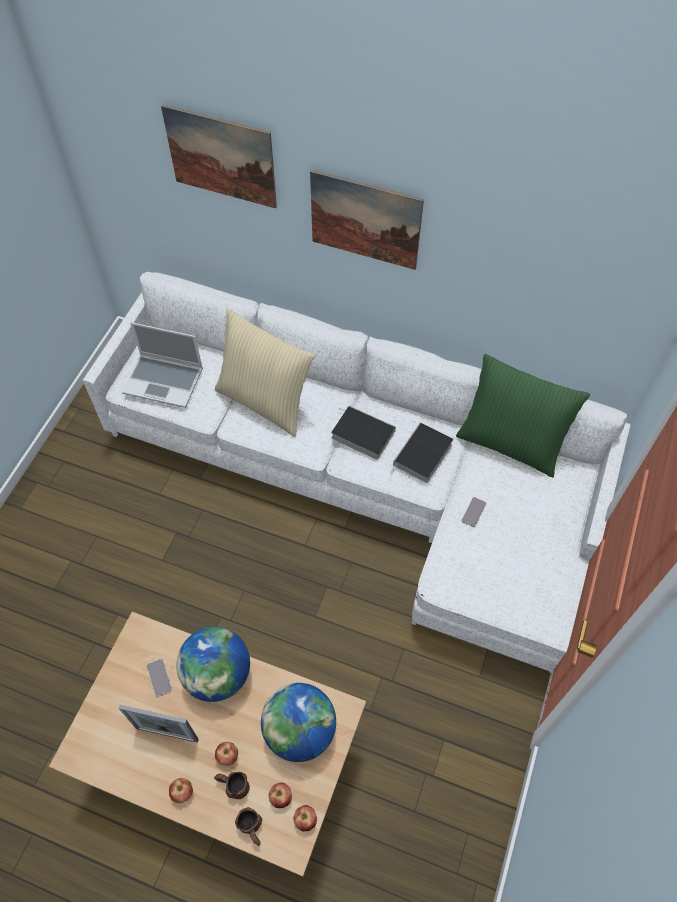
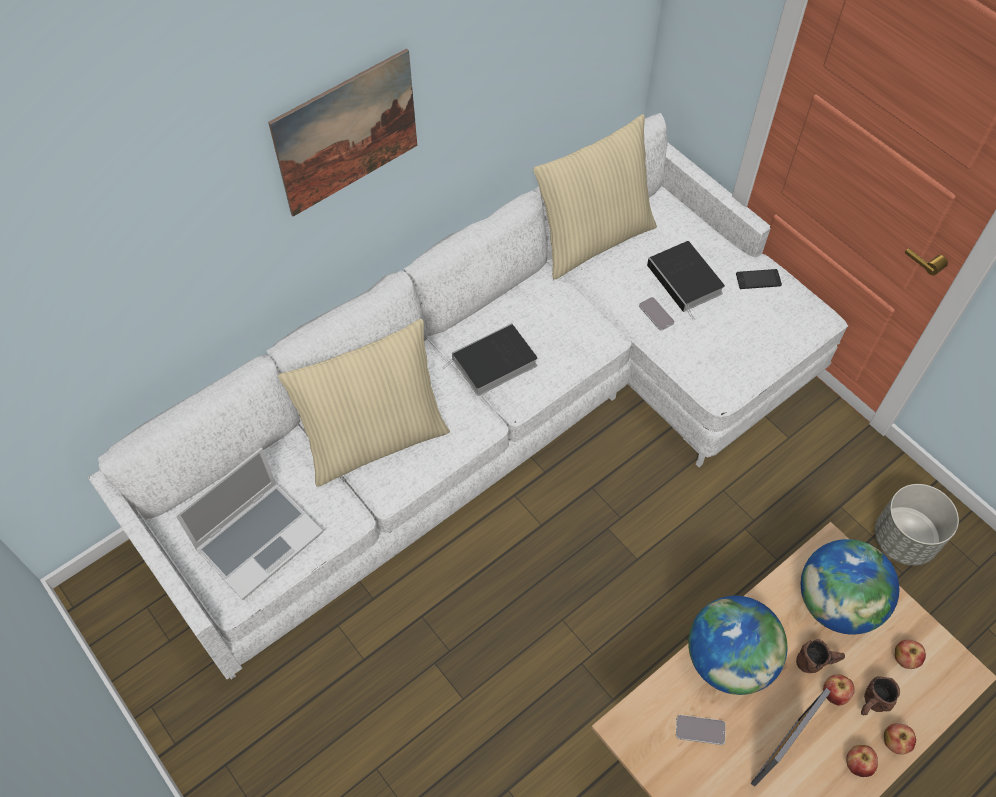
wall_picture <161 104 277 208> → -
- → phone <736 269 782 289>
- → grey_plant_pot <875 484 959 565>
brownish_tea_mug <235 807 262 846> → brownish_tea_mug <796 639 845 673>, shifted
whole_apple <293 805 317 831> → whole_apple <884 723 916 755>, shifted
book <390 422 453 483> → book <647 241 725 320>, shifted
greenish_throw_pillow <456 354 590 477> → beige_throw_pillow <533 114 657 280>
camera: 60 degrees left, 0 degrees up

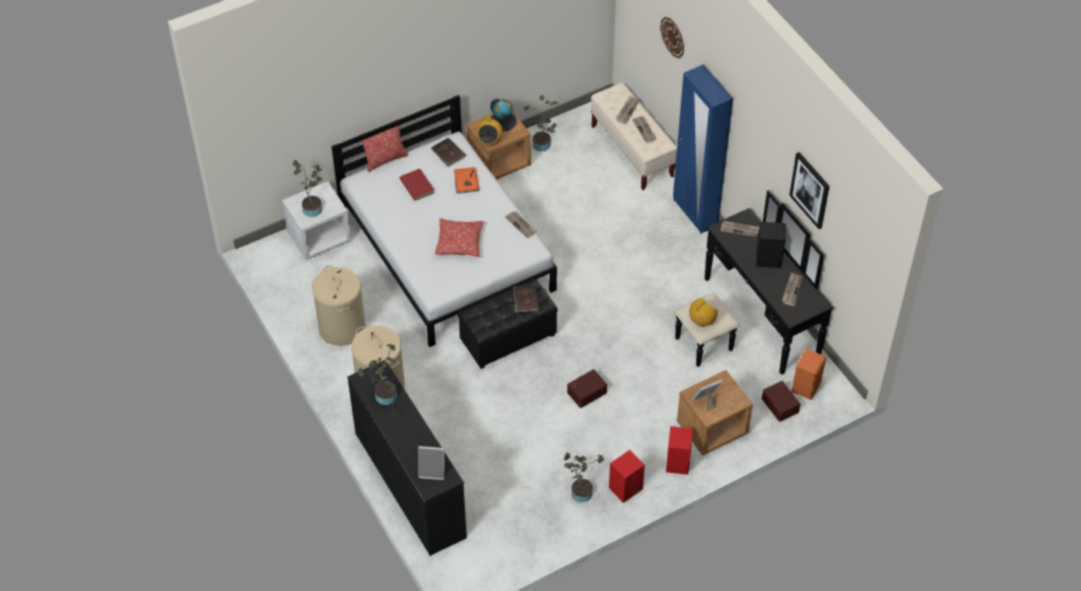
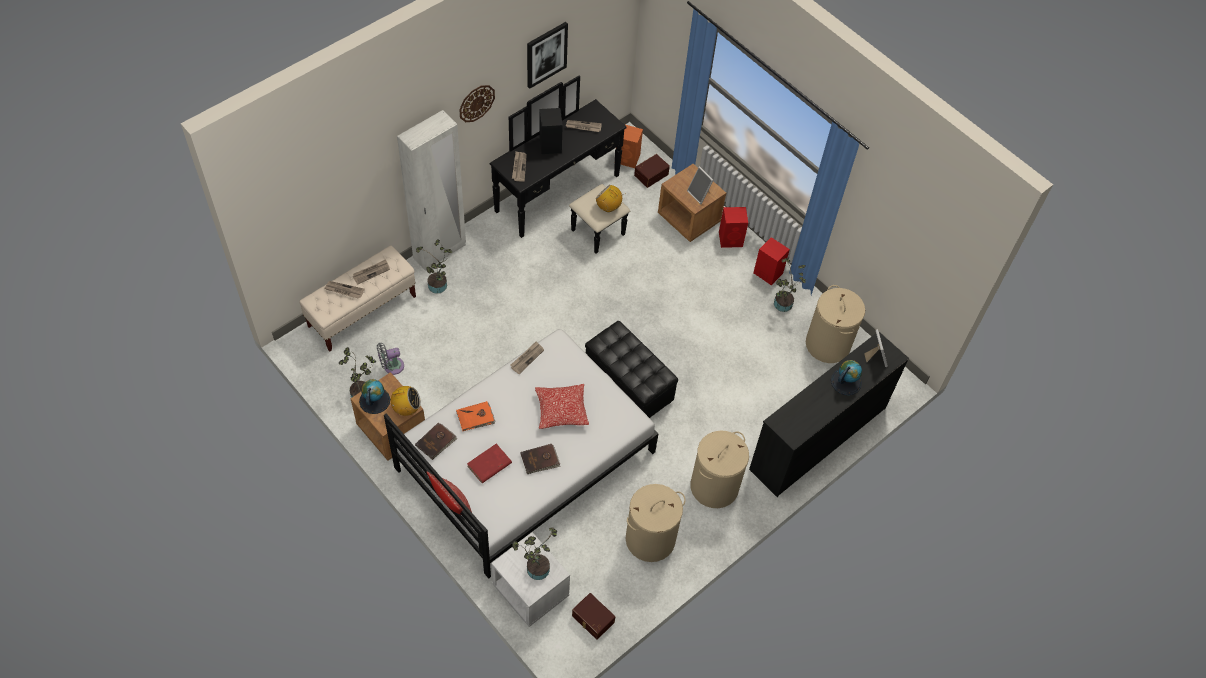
- → grey_fan <377 343 404 375>
- → beige_washing_basket <806 285 865 363>
- → world_globe <831 360 862 395>
potted_plant <358 344 397 405> → potted_plant <416 239 452 294>, shifted
brownish_book <513 284 540 313> → brownish_book <520 444 560 474>, shifted
brownish_storage_box <567 369 607 408> → brownish_storage_box <572 593 615 640>, shifted
hanging_clock <660 17 684 58> → hanging_clock <459 85 495 122>, shifted
blue_armoire <673 65 733 233> → white-coloured_armoire <397 110 466 271>
camera: 105 degrees left, 5 degrees up

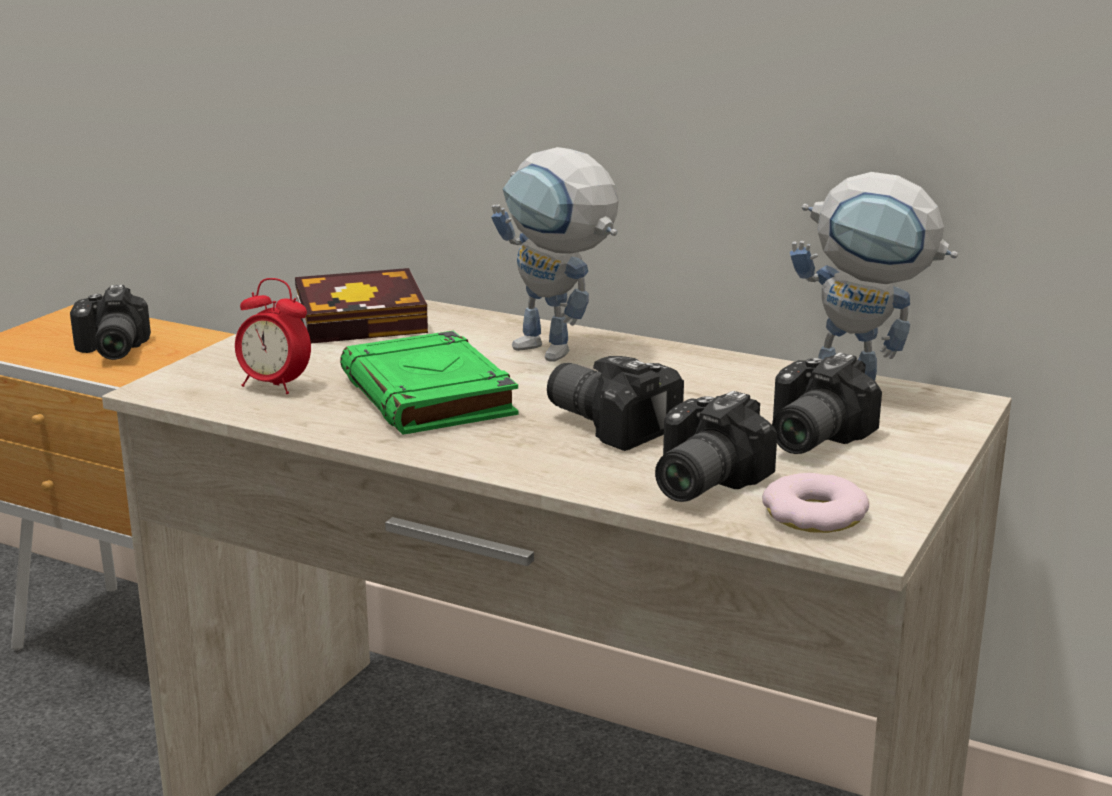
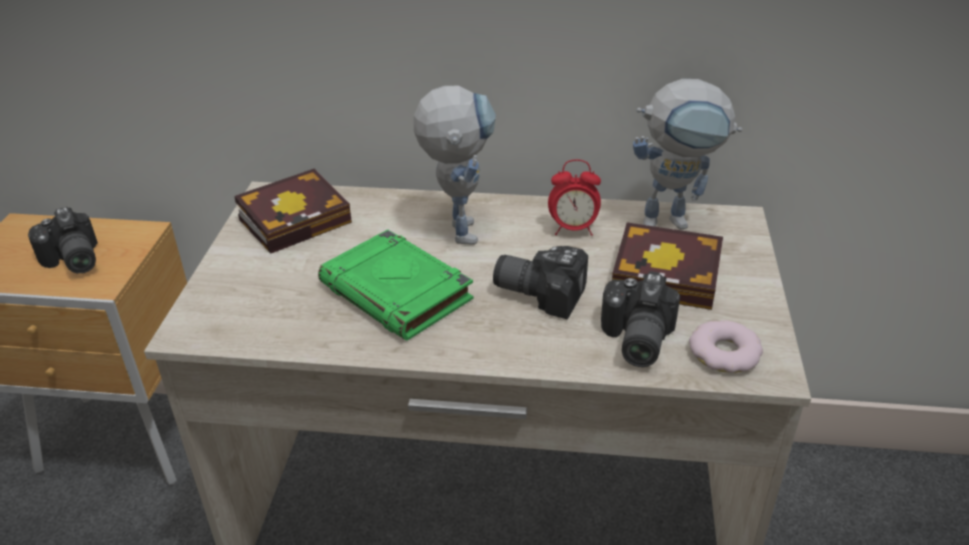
table_clock <235 278 311 394> → table_clock <548 159 601 236>, shifted
photo_camera <772 352 882 454> → book <612 223 723 310>
model_robot <491 147 619 362> → model_robot <414 86 496 244>, 120 degrees counterclockwise
camera: 20 degrees left, 15 degrees up

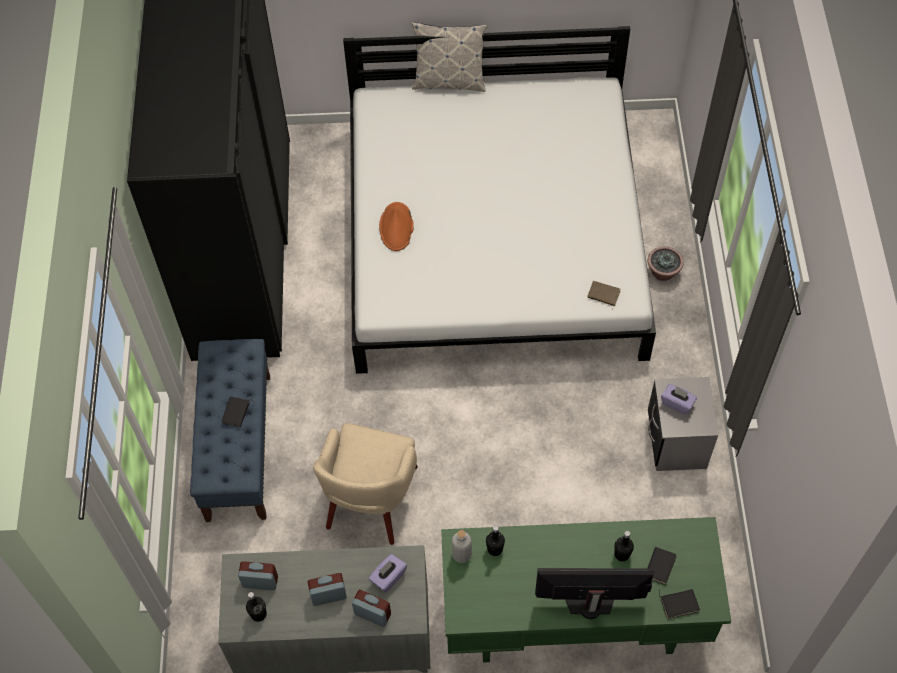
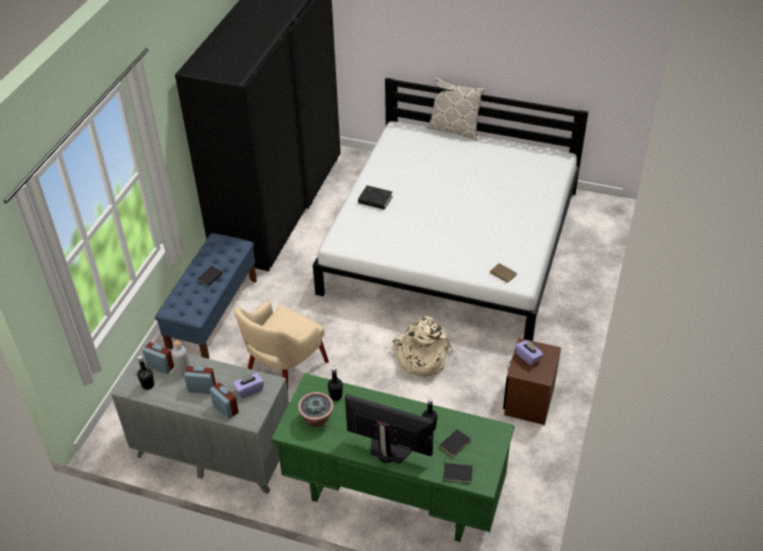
- → beige_backpack <393 316 453 376>
grey_beverage_bottle <452 530 472 563> → grey_beverage_bottle <171 340 190 376>, shifted
potted_plant <647 246 684 281> → potted_plant <298 392 334 427>, shifted
orange-coloured_hat <379 202 414 251> → black_book <358 185 393 210>
grey_nightstand <648 377 718 471> → brownish_nightstand <503 338 561 425>
camera: 20 degrees right, 15 degrees down

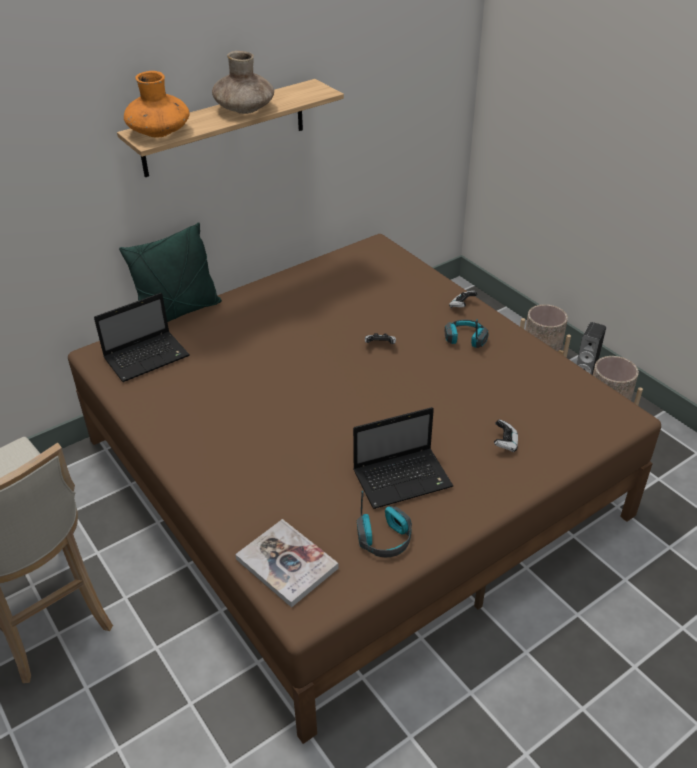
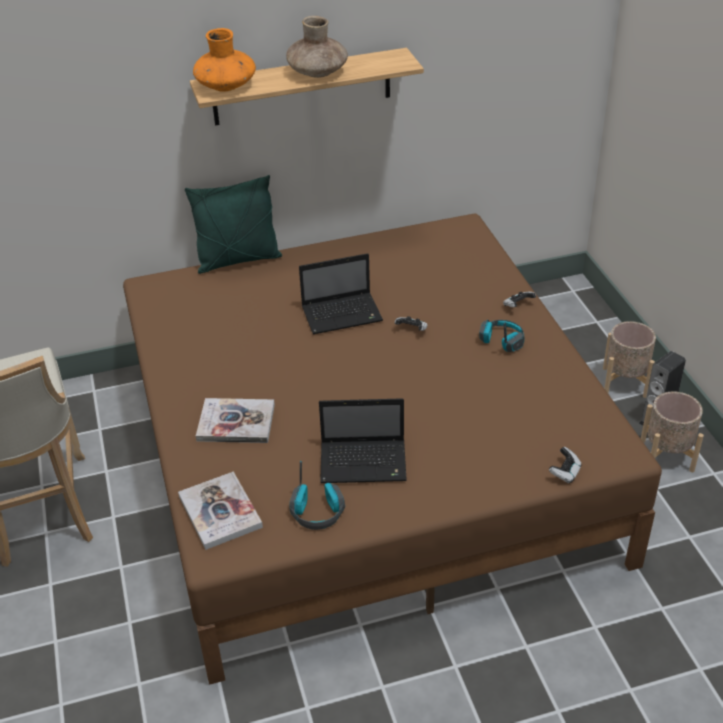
- → book <196 398 275 443>
laptop <94 293 190 382> → laptop <299 253 383 334>, shifted
joypad <494 419 518 452> → joypad <549 447 582 484>, shifted
camera: 20 degrees right, 0 degrees up

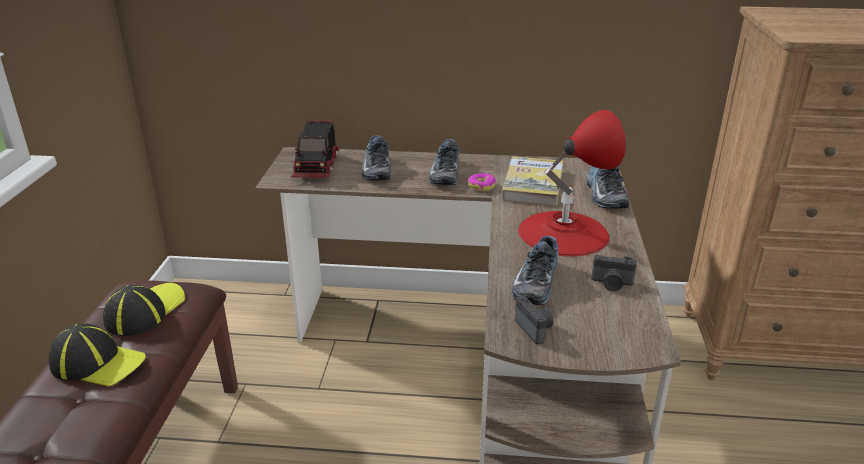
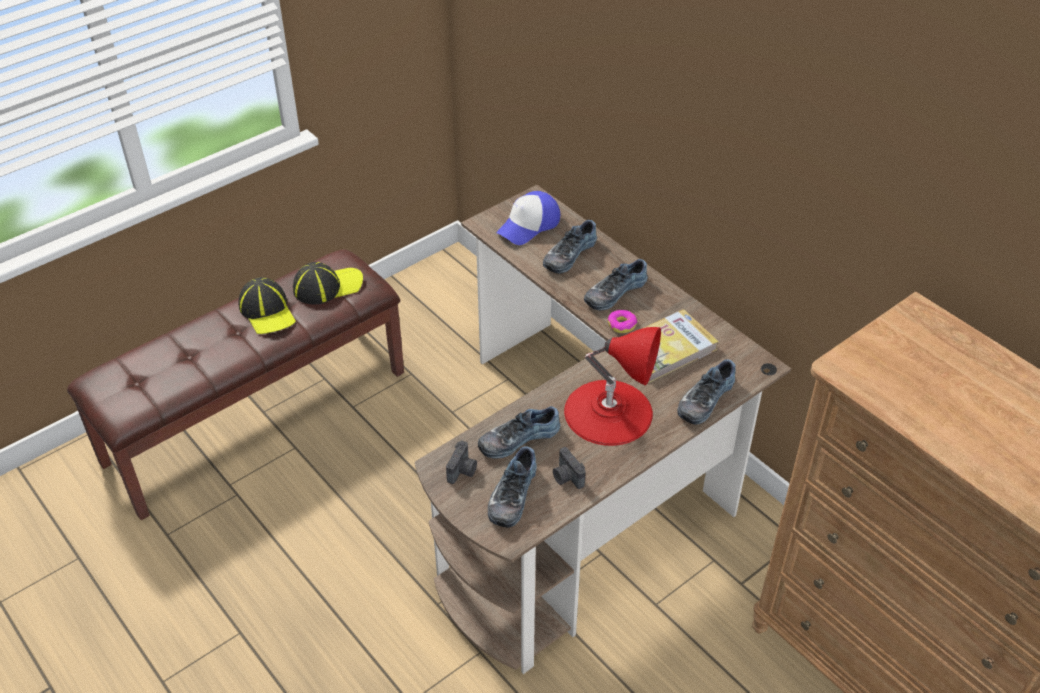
- → low_shoe <488 446 537 528>
toy_truck <291 121 339 178> → cap <497 191 560 245>
camera: 45 degrees right, 15 degrees up

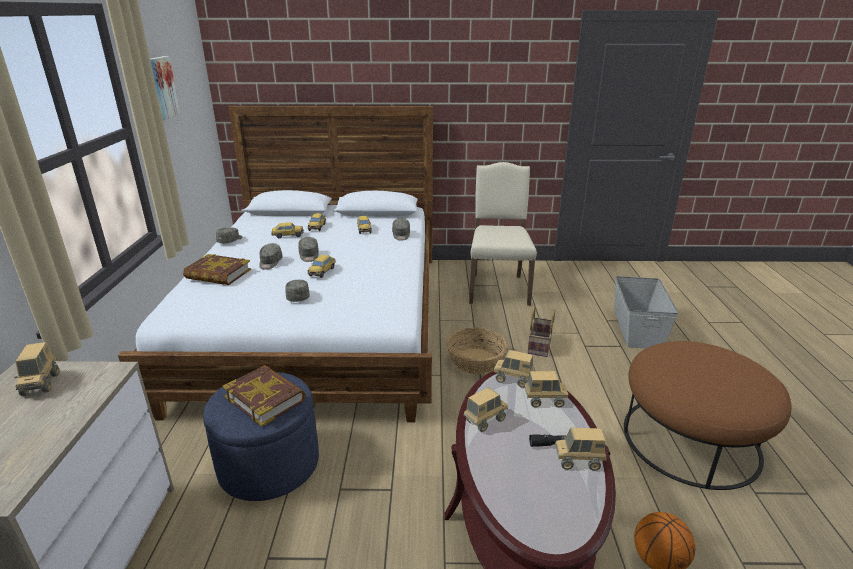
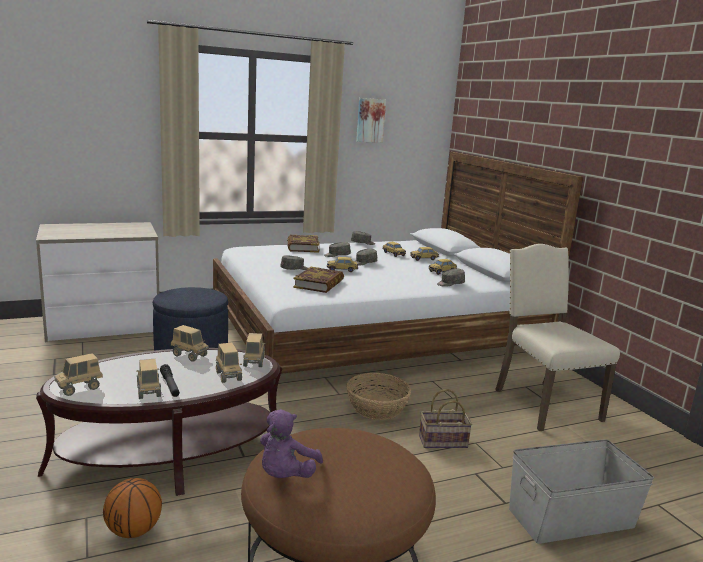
- → purple-coloured_soft_toy <260 409 323 478>
toy_truck <14 342 59 396> → toy_truck <54 353 103 396>, shifted
book <222 365 306 427> → book <293 267 344 293>, shifted
beige_upright_chair <469 162 537 306> → beige_upright_chair <495 244 620 431>, 90 degrees counterclockwise
camera: 65 degrees right, 10 degrees down

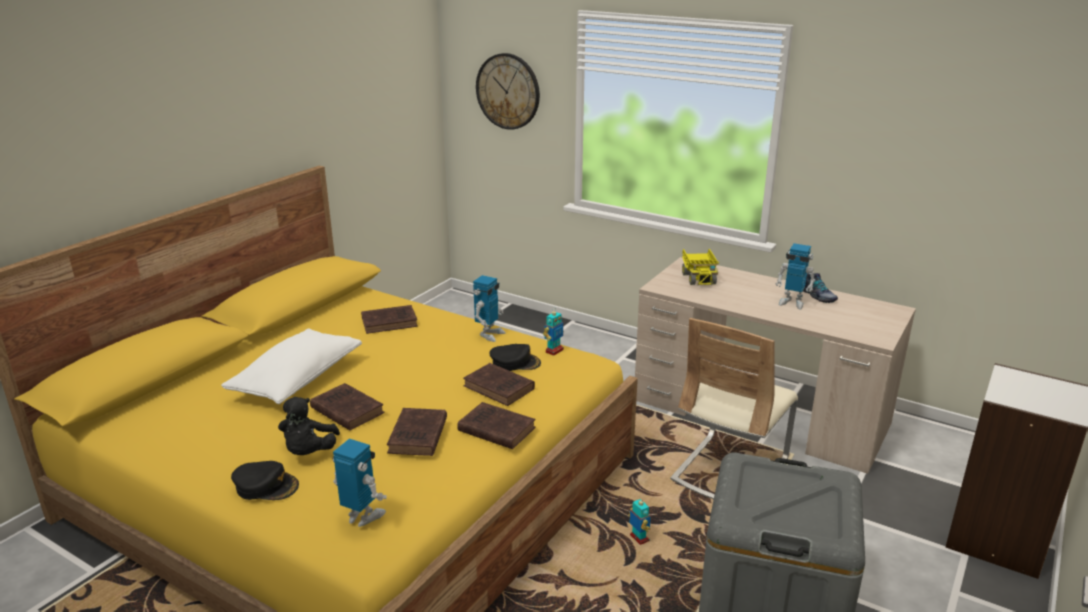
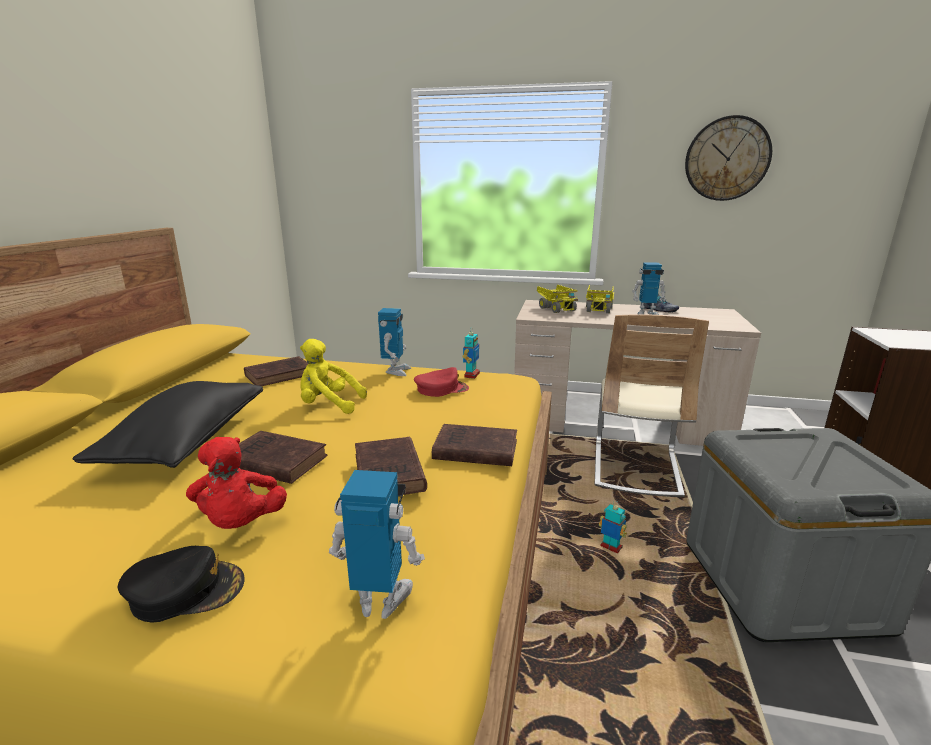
brownish_book <463 363 535 406> → -
- → yellow-coloured_soft_toy <300 339 367 414>
- → toy_truck <586 285 614 313>
hanging_clock <476 53 540 130> → hanging_clock <685 115 772 201>, shifted
white-coloured_throw_pillow <221 328 362 404> → black_throw_pillow <73 381 263 468>
black_soft_toy <278 397 340 455> → reddish_soft_toy <186 437 287 529>
black_cap <489 344 541 371> → reddish_cap <414 367 469 397>
camera: 20 degrees left, 5 degrees down

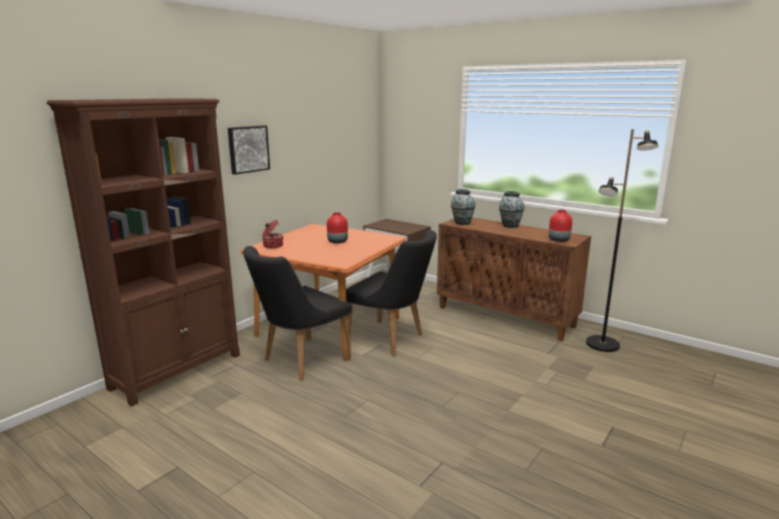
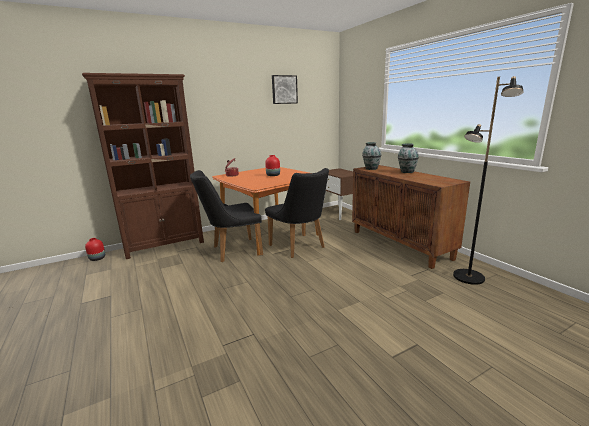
wall_picture <228 125 270 175> → wall_picture <272 75 298 104>, shifted
reddish_flower_vase <549 210 572 242> → reddish_flower_vase <85 238 105 261>, shifted
camera: 25 degrees right, 0 degrees up

